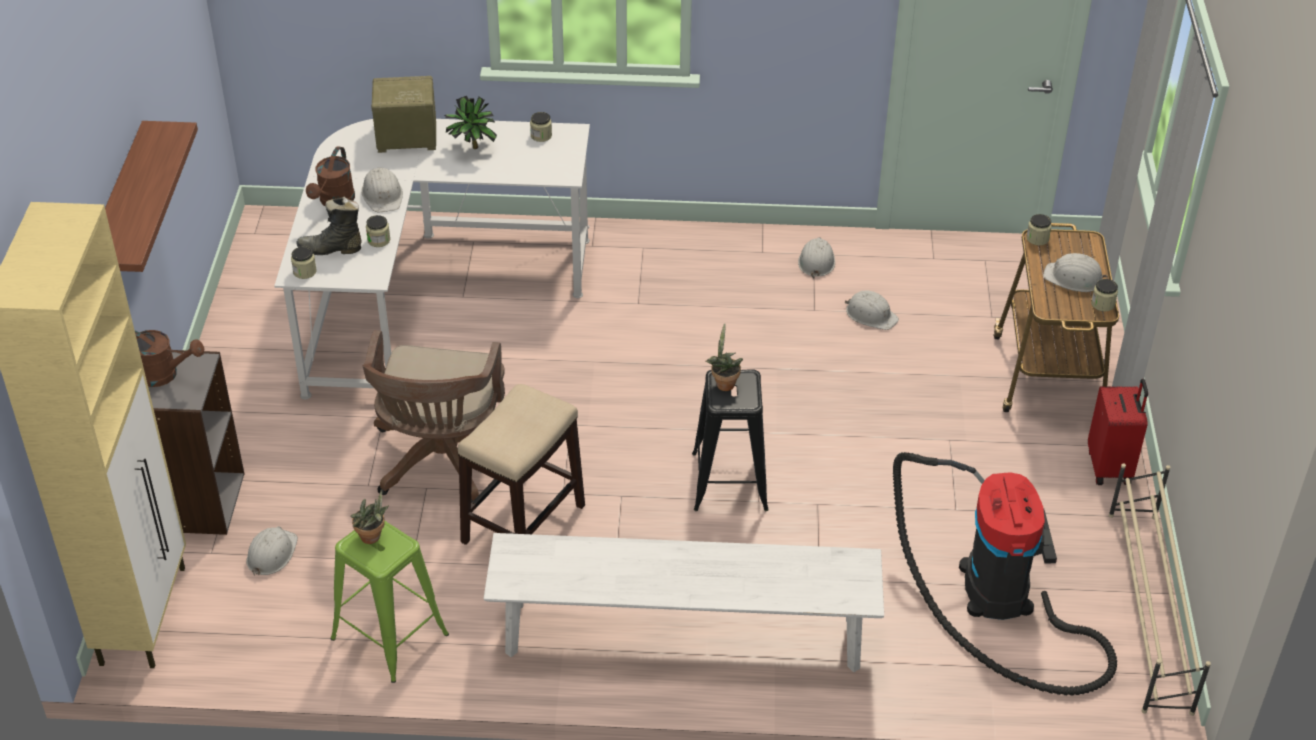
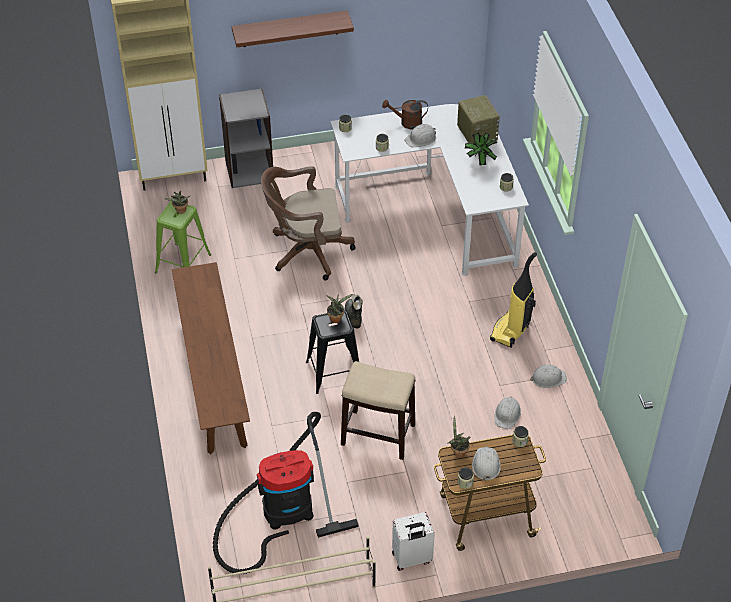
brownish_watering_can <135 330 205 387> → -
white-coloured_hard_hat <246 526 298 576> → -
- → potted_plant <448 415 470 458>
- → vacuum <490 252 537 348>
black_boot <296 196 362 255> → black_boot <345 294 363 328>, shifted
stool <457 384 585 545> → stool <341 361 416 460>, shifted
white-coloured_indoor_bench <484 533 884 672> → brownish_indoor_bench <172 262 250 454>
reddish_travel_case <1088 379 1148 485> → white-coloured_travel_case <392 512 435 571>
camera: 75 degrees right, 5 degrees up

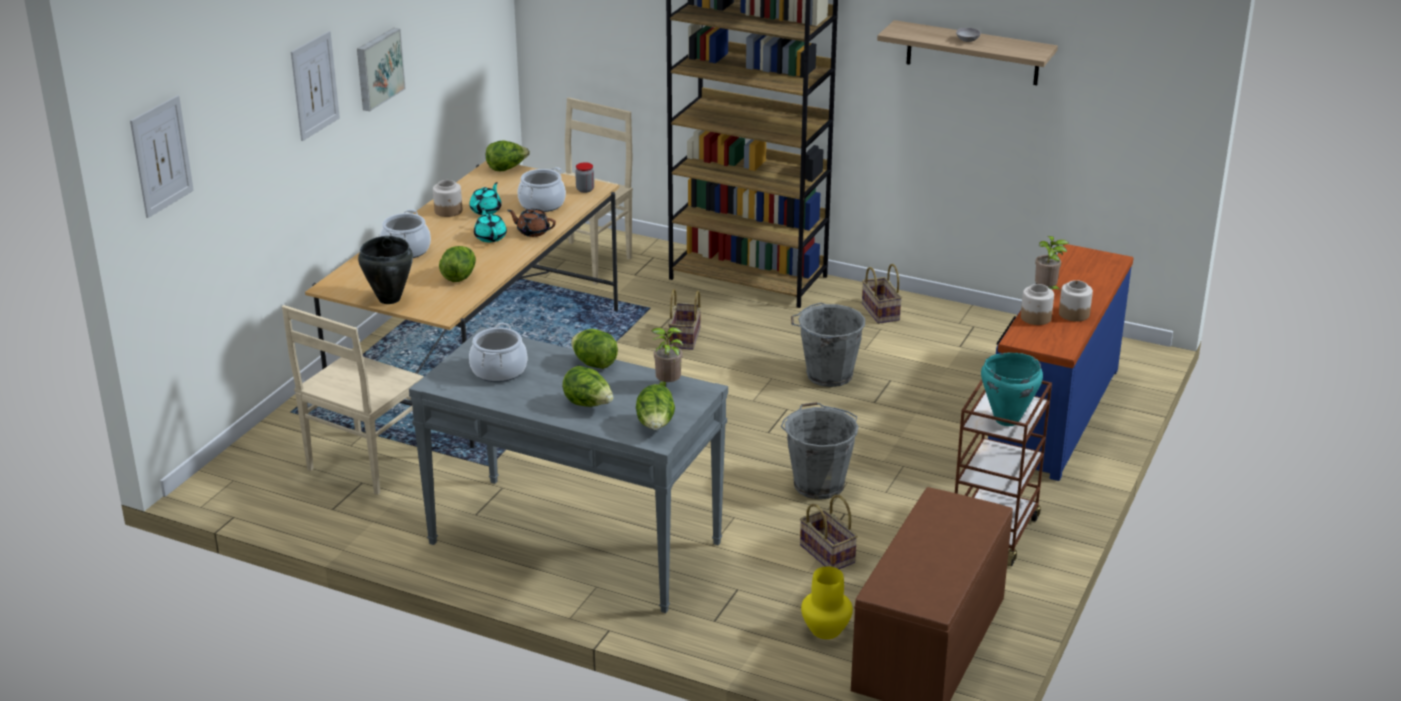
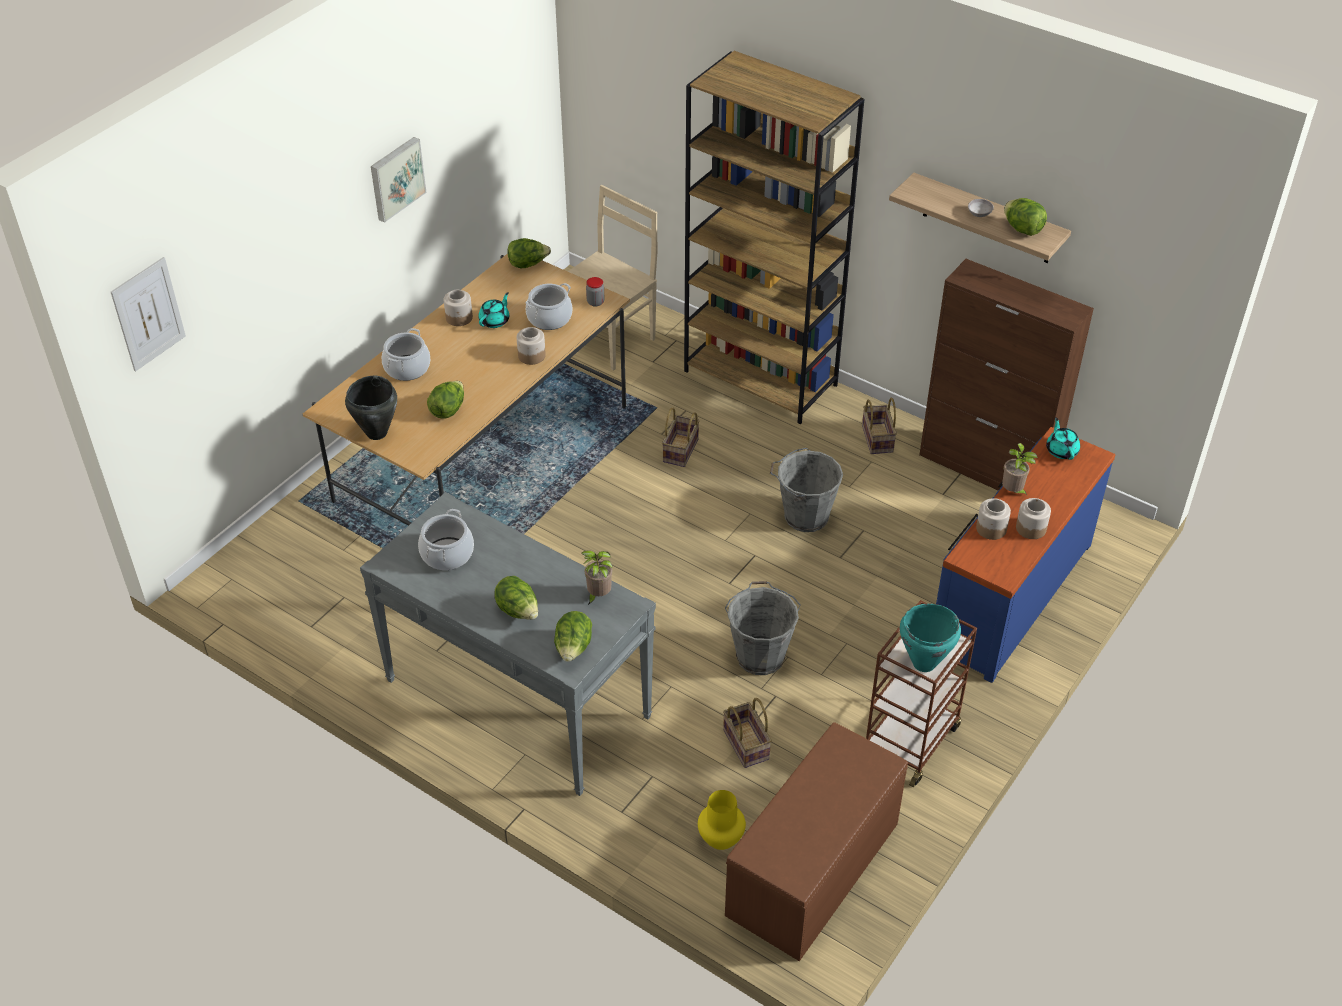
beige_upright_chair <282 305 424 495> → -
wall_picture <291 31 340 141> → -
- → brownish_cabinet <919 259 1094 490>
turquoise_tea_pot <474 208 507 242> → turquoise_tea_pot <1046 417 1080 460>, shifted
lettuce_head <571 329 618 369> → lettuce_head <1004 198 1047 236>, shifted
brownish_tea_pot <507 208 556 237> → preserve_jar <517 327 546 365>
camera: 10 degrees right, 15 degrees up

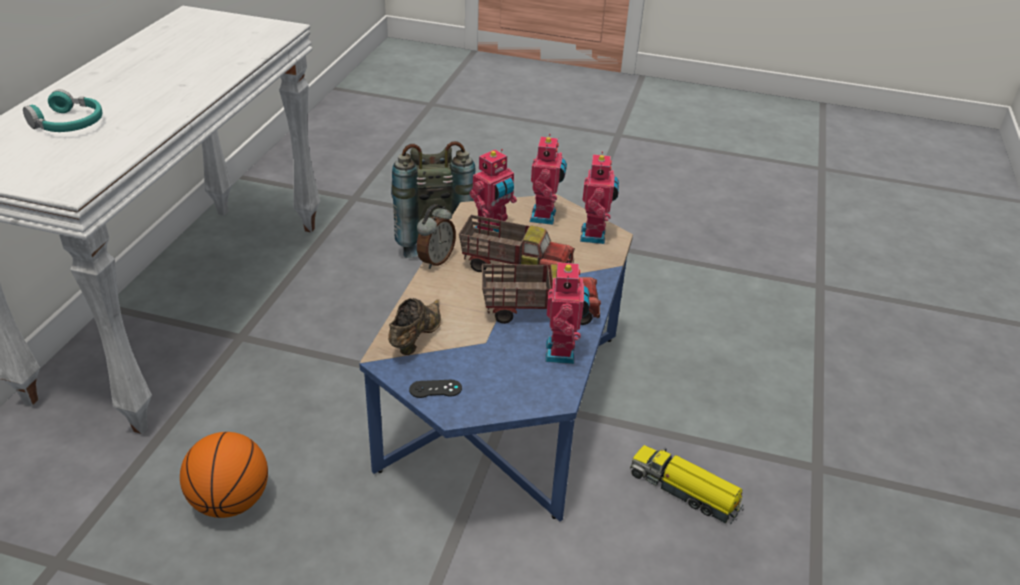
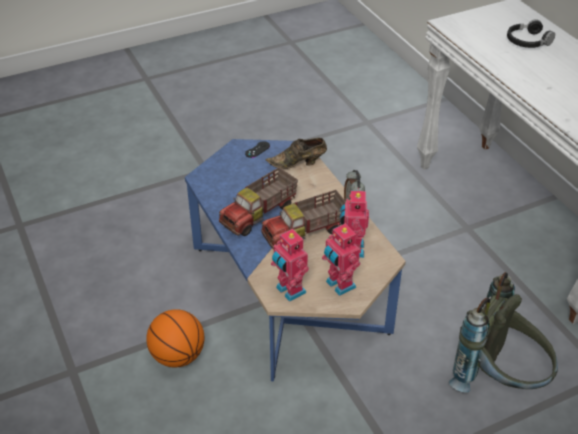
model_robot <545 259 589 364> → -
toy_truck <630 445 744 525> → -
basketball <180 432 268 518> → basketball <146 309 204 368>, shifted
turquoise_pair_of_headphones <23 89 102 132> → black_pair_of_headphones <507 19 555 48>
brownish_low_shoe <388 298 441 355> → brownish_low_shoe <266 138 327 169>, 105 degrees clockwise
camera: 140 degrees right, 5 degrees up

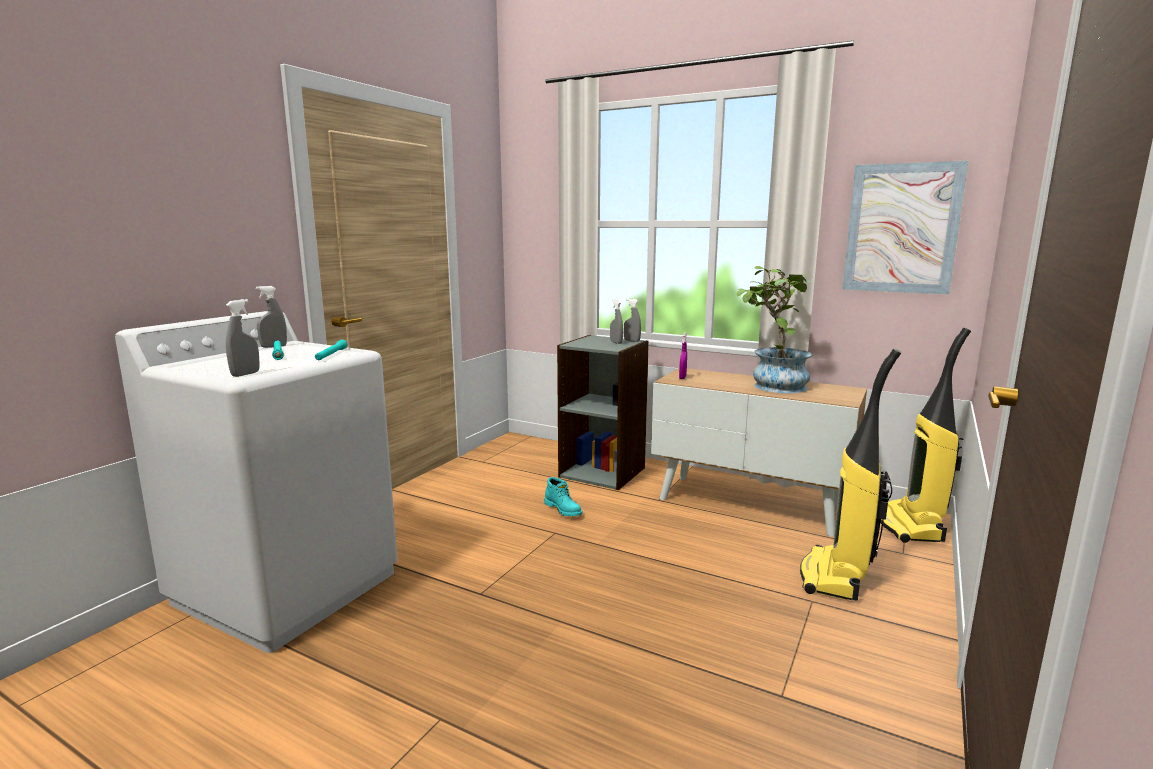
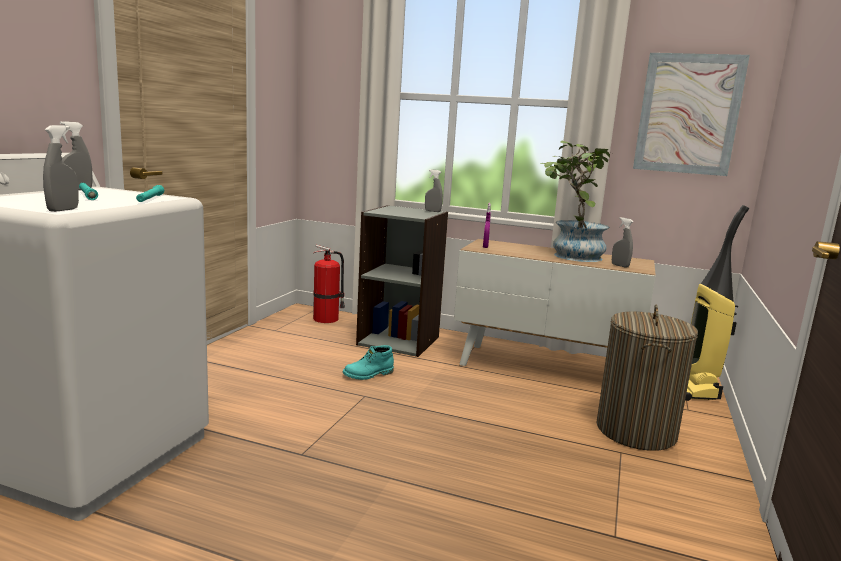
- → fire-fighting_cylinder <313 245 345 323>
grey_hand_sprayer <610 300 623 344> → grey_hand_sprayer <612 217 633 268>, shifted
vacuum <800 348 901 601> → washing_basket <597 305 698 451>
turquoise_boot <544 477 582 516> → turquoise_boot <343 345 394 380>, 105 degrees clockwise
camera: 10 degrees left, 0 degrees up

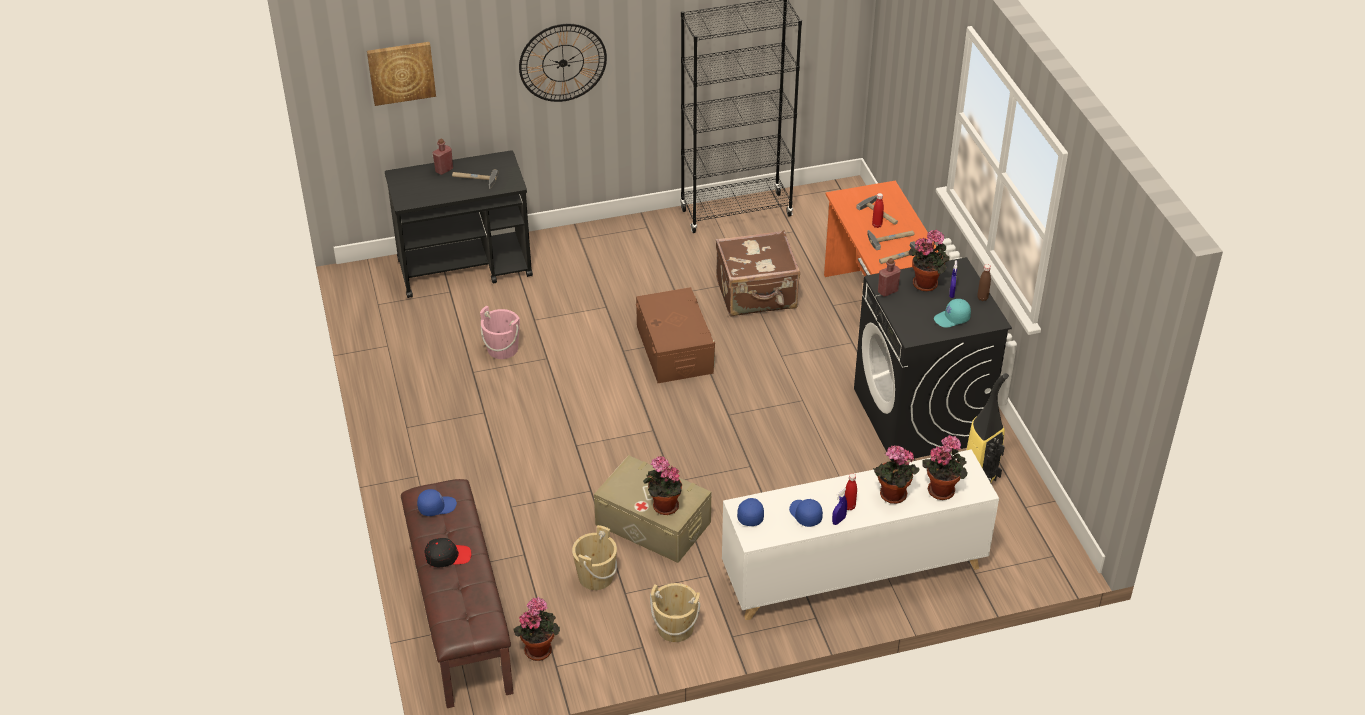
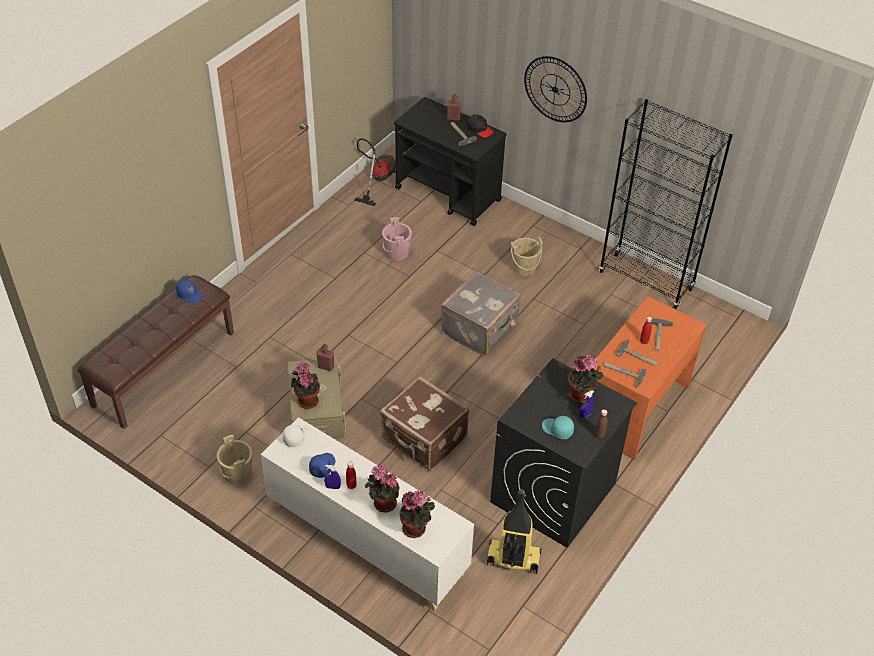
wall_picture <367 42 436 106> → -
potted_plant <513 597 560 661> → -
- → vacuum <354 138 396 206>
black_cap <424 538 472 568> → black_cap <467 114 494 138>, shifted
beige_pail <572 525 617 590> → beige_pail <511 237 543 276>, shifted
brownish_travel_case <716 230 800 317> → brownish_travel_case <380 376 469 471>, shifted
reddish_beverage_bottle <878 258 901 297> → reddish_beverage_bottle <317 344 334 371>, shifted
brownish_storage_box <636 287 715 383> → grey_travel_case <441 271 521 356>
blue_cap <737 498 764 526> → white-coloured_cap <282 425 313 447>
camera: 50 degrees right, 5 degrees up

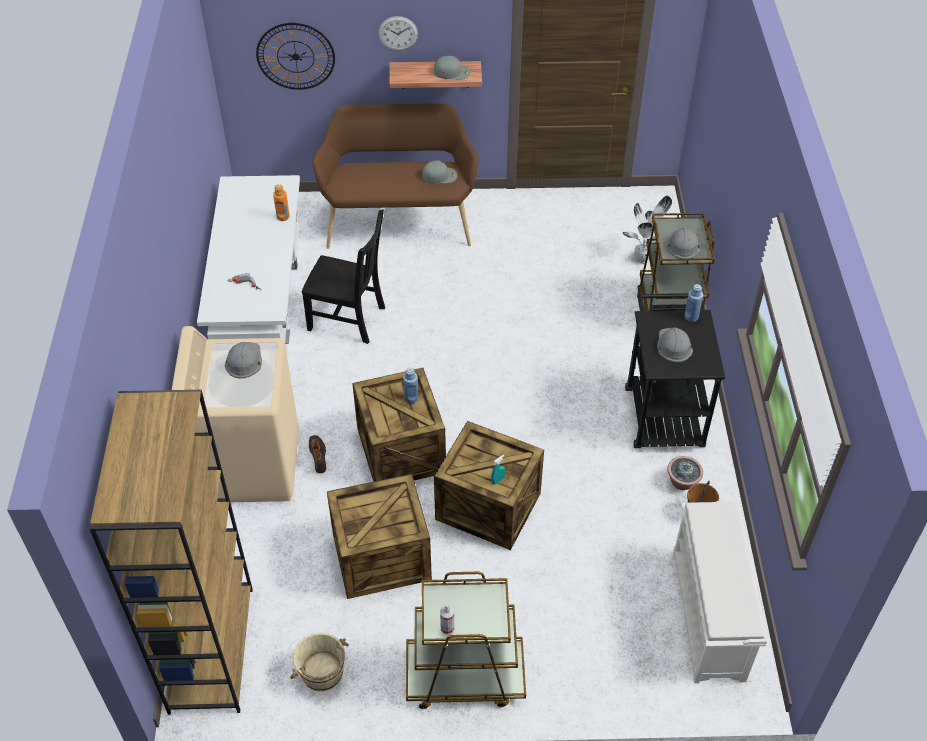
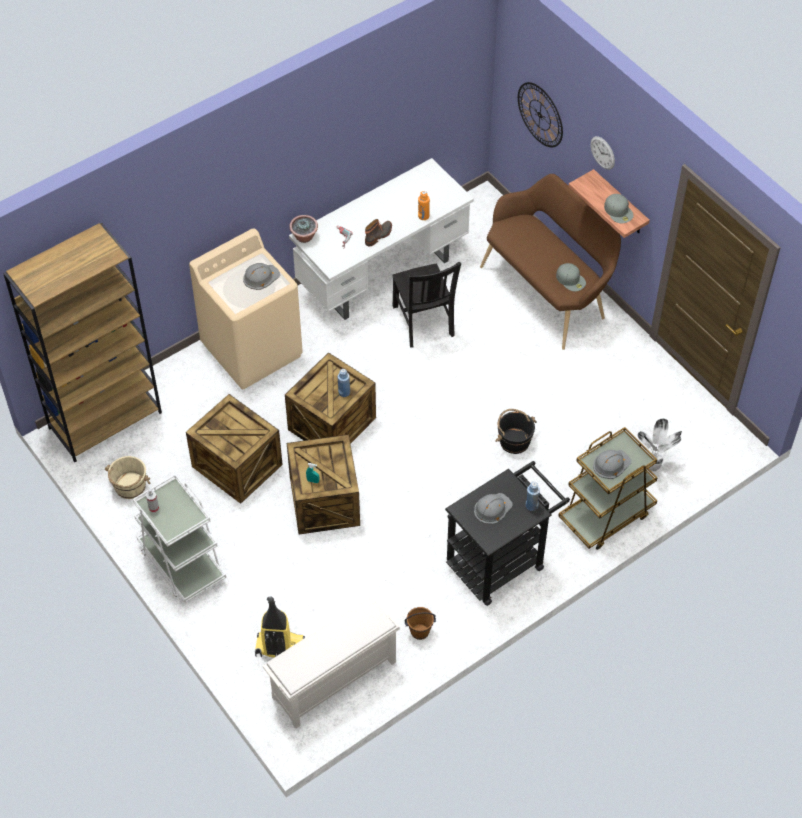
- → vacuum <255 596 305 658>
- → black_pail <495 409 537 454>
boot <309 435 326 473> → boot <365 219 392 247>, shifted
potted_plant <667 456 703 490> → potted_plant <289 215 318 243>, shifted
brownish_wheeled_cart <406 572 526 709> → white-coloured_wheeled_cart <133 474 226 603>
camera: 55 degrees right, 5 degrees up

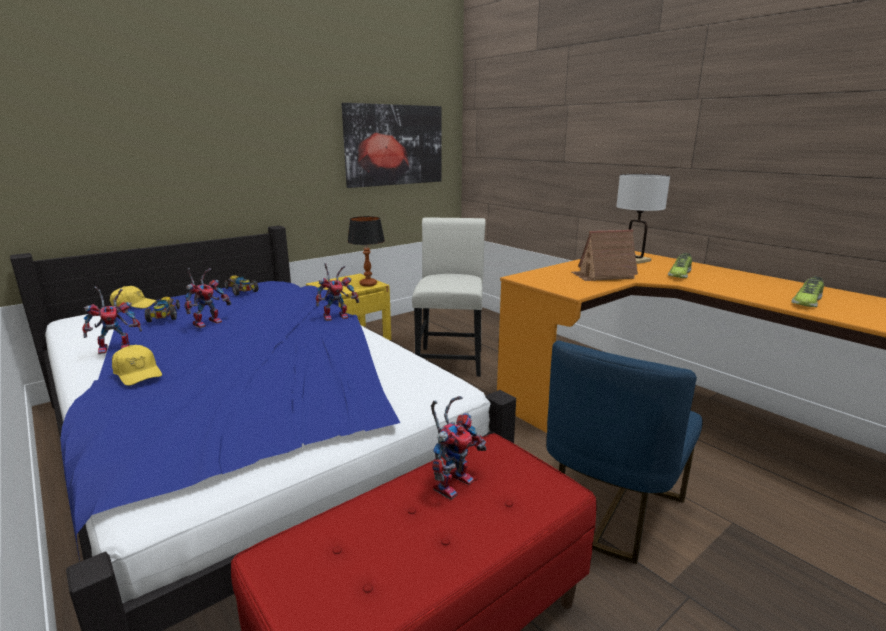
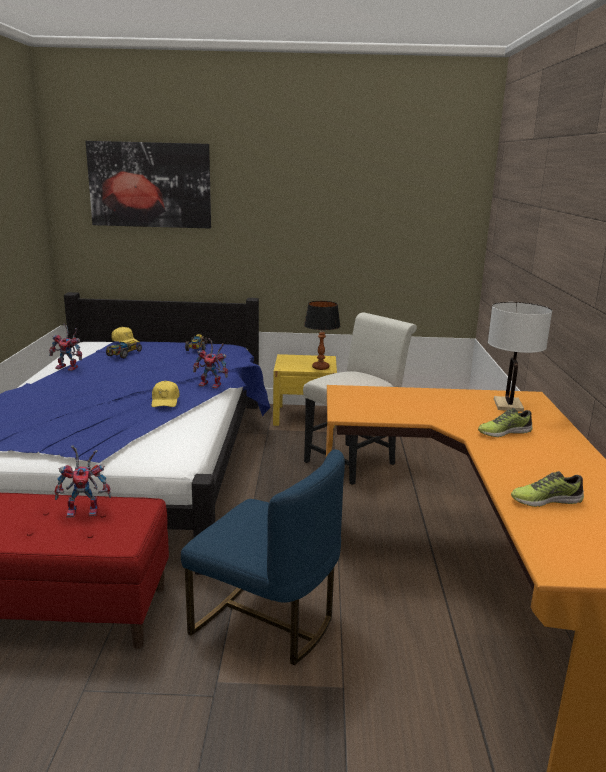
model_robot <185 268 231 328> → -
miniature_house <572 229 638 281> → -
yellow-coloured_cap <112 345 162 386> → yellow-coloured_cap <152 380 179 407>, shifted
wall_picture <342 103 442 188> → wall_picture <85 141 211 228>, shifted
blue_upright_chair <547 341 703 564> → blue_upright_chair <181 449 345 665>, 135 degrees counterclockwise
camera: 40 degrees right, 0 degrees up

